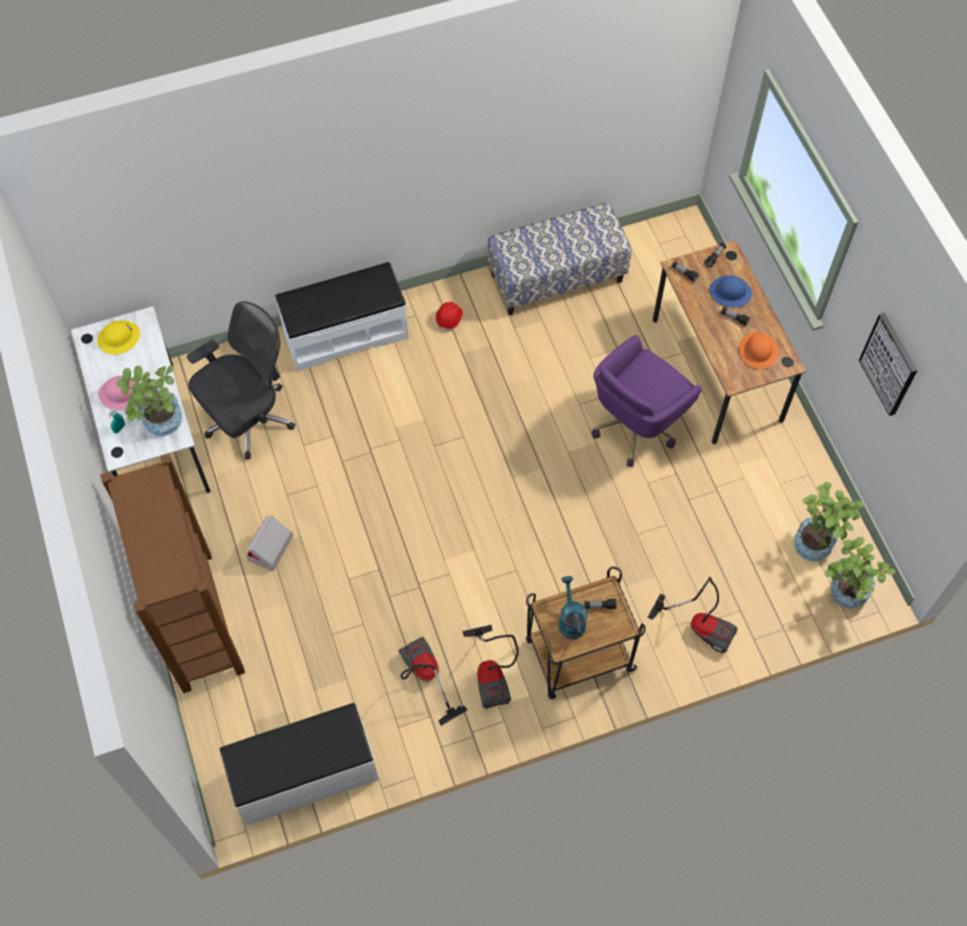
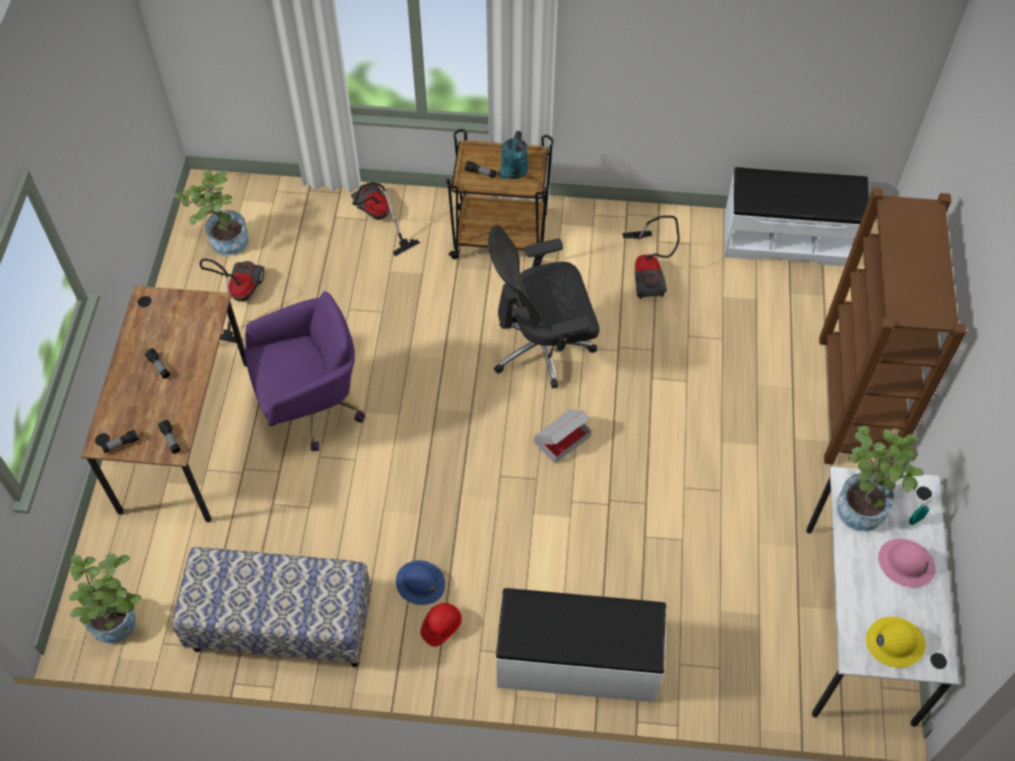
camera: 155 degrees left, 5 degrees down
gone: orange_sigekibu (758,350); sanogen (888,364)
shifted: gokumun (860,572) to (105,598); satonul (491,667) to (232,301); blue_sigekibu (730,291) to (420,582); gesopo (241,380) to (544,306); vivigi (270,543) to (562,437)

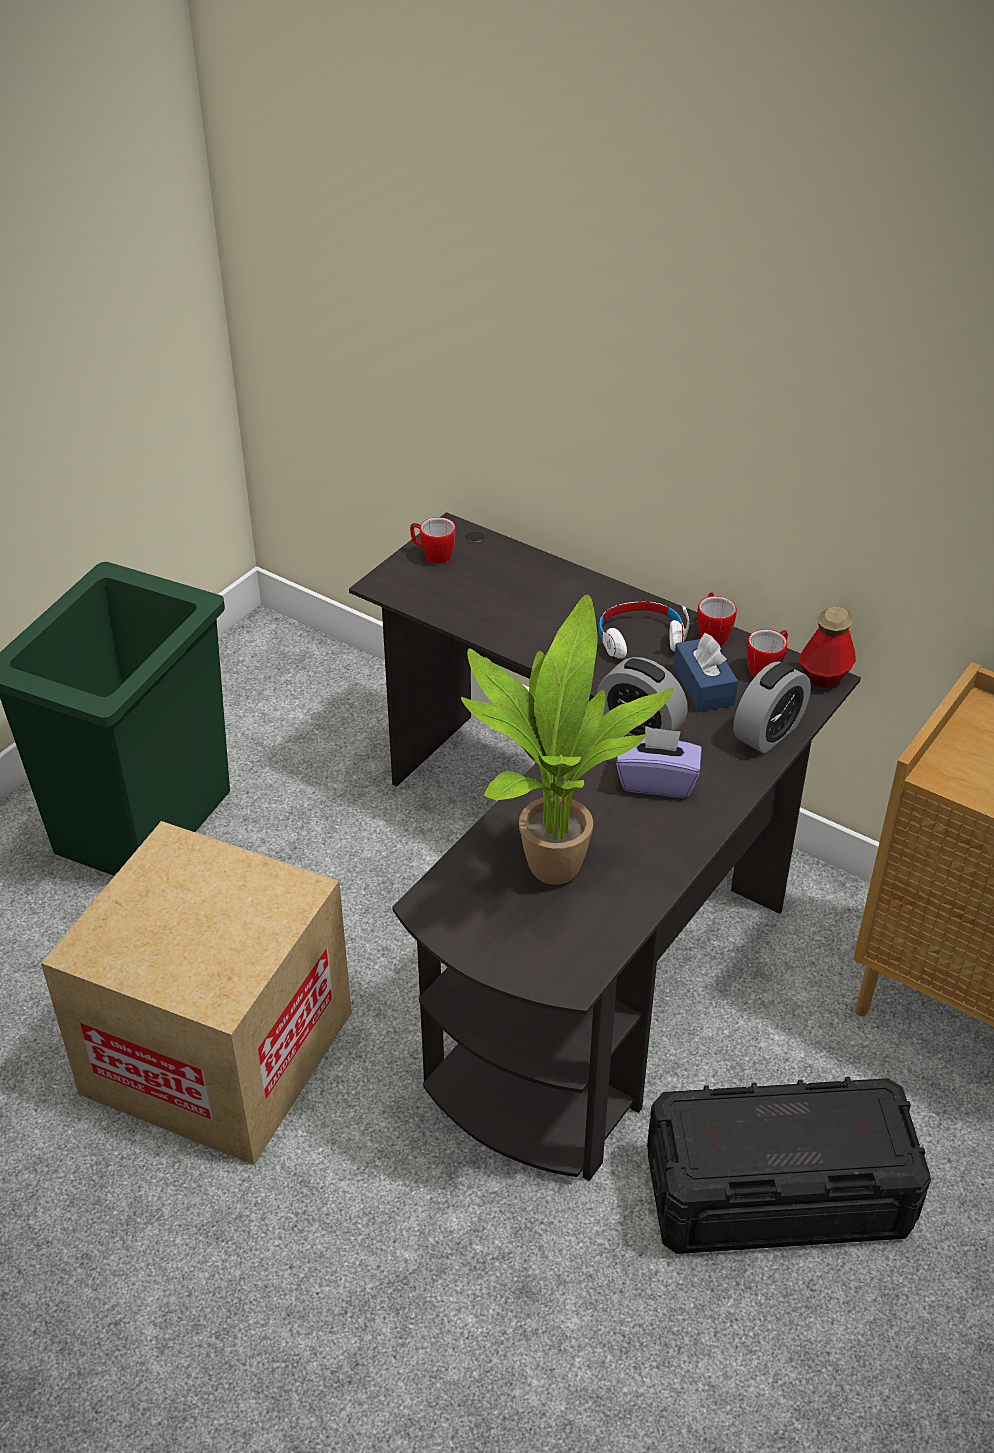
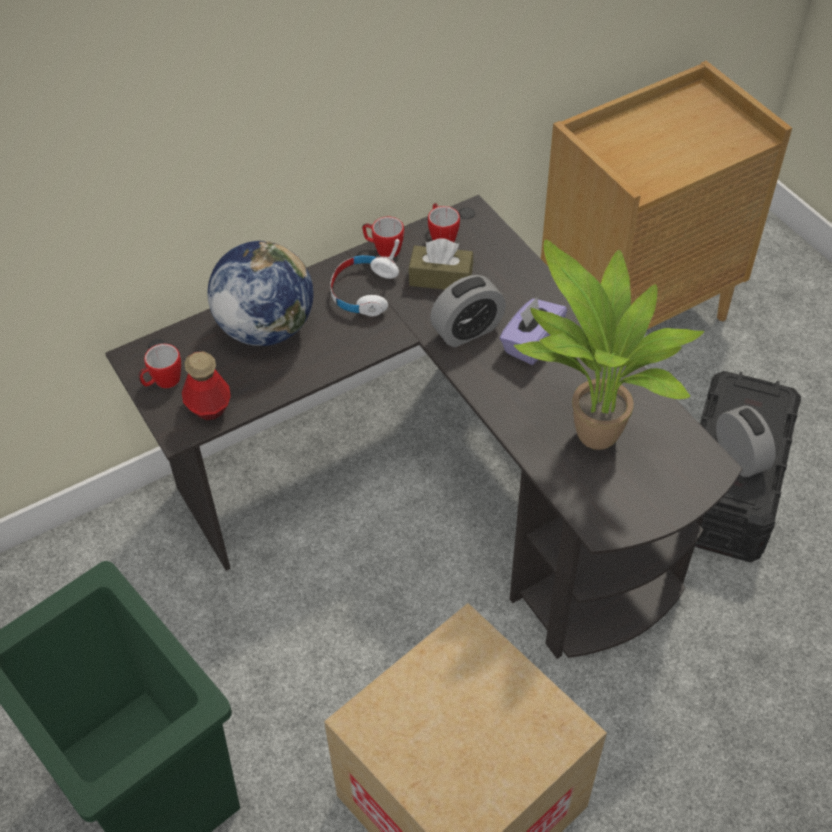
camera: 65 degrees left, 10 degrees up
new: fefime (260,293)
shifted: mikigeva (828,647) to (206,385); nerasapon (772,707) to (746,441)
repainted: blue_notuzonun (706,672) to brown_notuzonun (441,263)

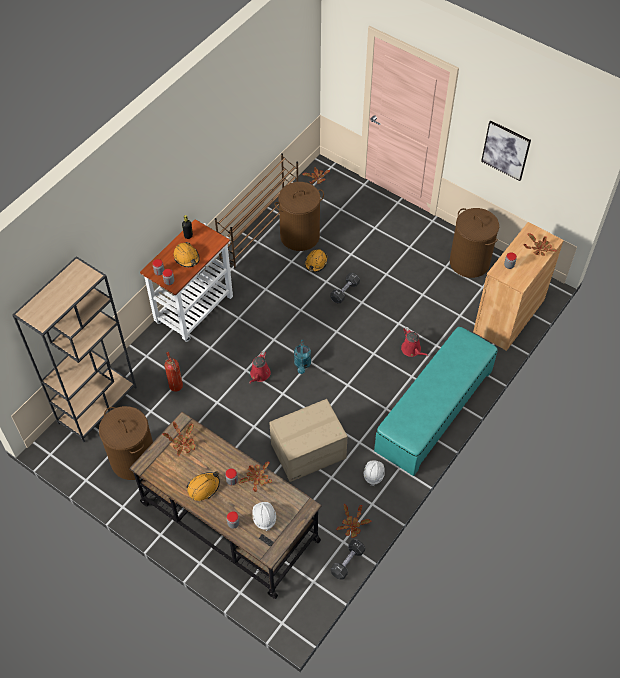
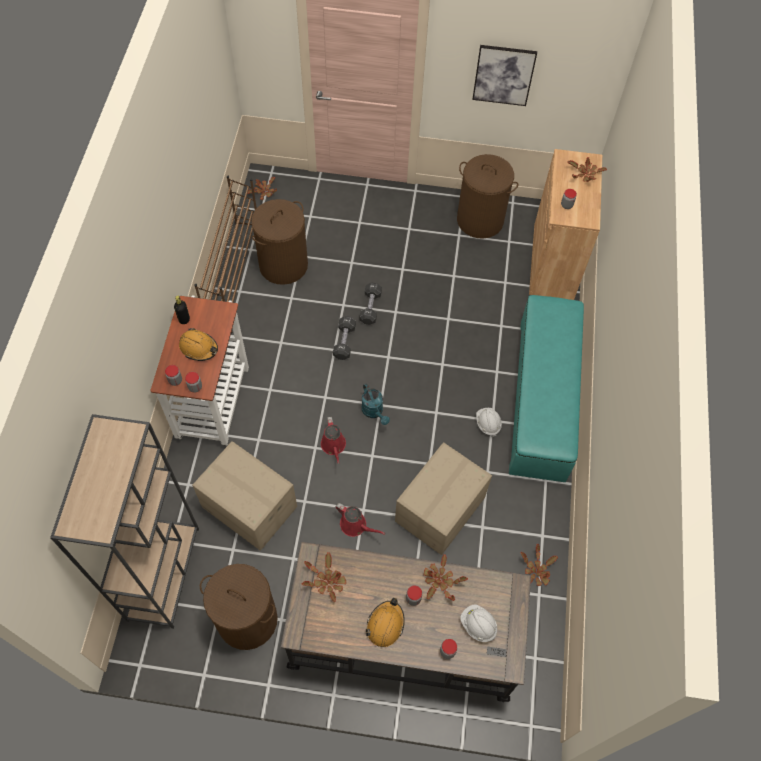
camera: 30 degrees left, 5 degrees up
gone: orange_sigekibu (316,260)
shifted: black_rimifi (348,559) to (344,338); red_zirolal (414,342) to (360,520); white_sigekibu (374,473) to (489,422)
swapped: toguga (174,372) to vivigi (244,496)

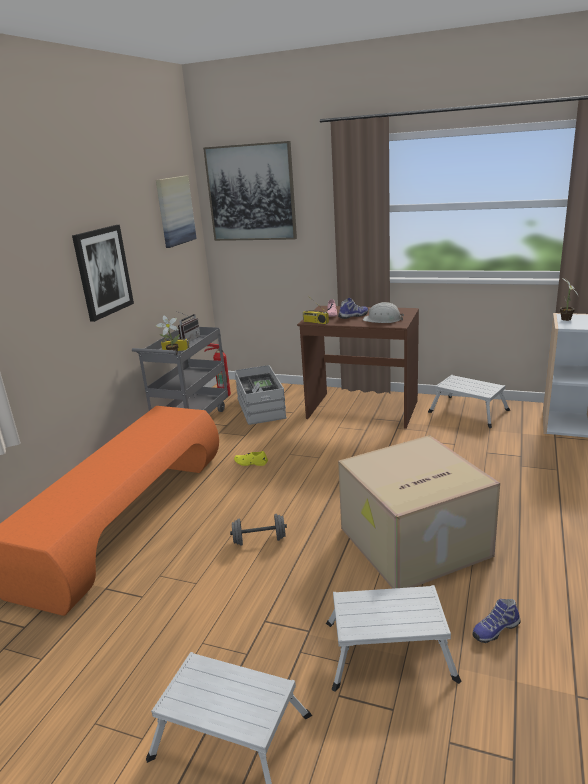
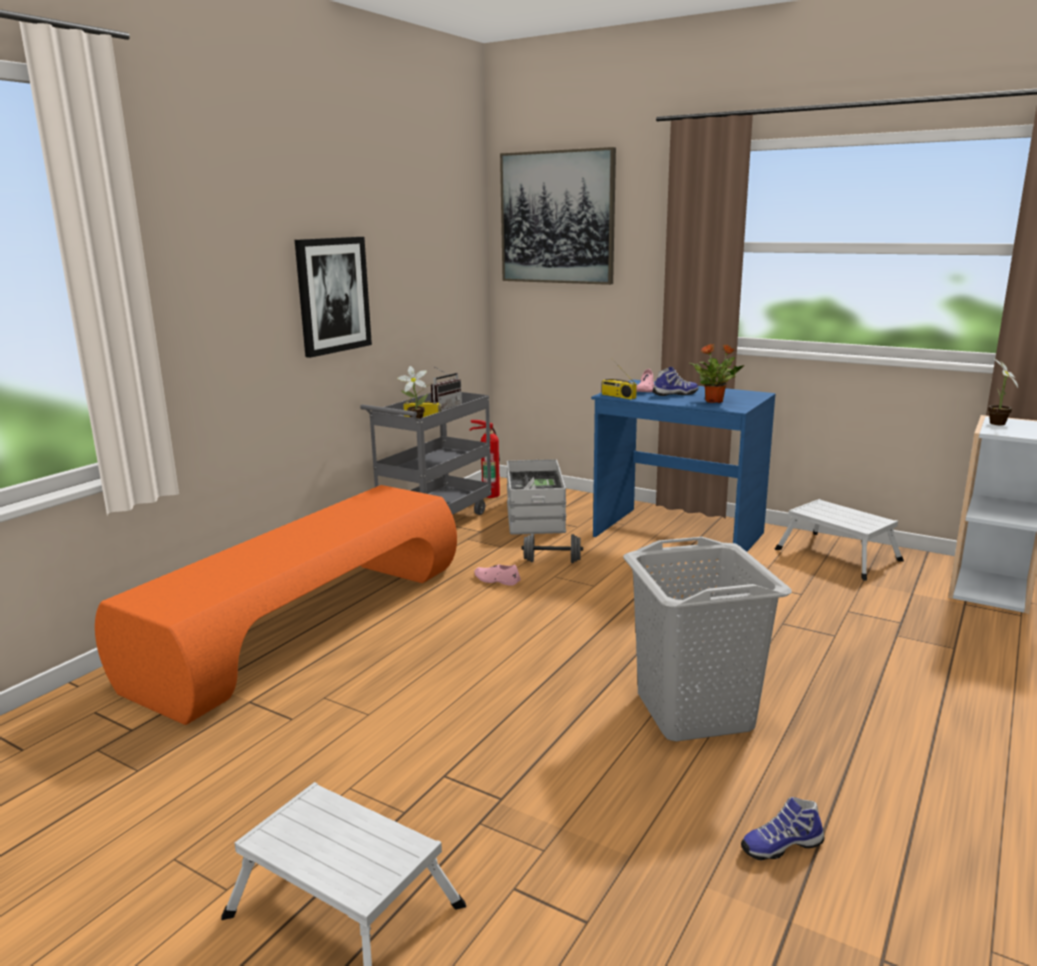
camera: 10 degrees right, 5 degrees down
gone: sanogen (176,212); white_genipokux (393,638)
shifted: grey_rimifi (258,530) to (552,548)
swapped: vivigi (419,512) to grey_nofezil (707,639); white_sigekibu (383,312) to gokumun (717,373)
repainted: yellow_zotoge (251,458) to pink_zotoge (497,575); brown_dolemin (358,367) to blue_dolemin (683,466)

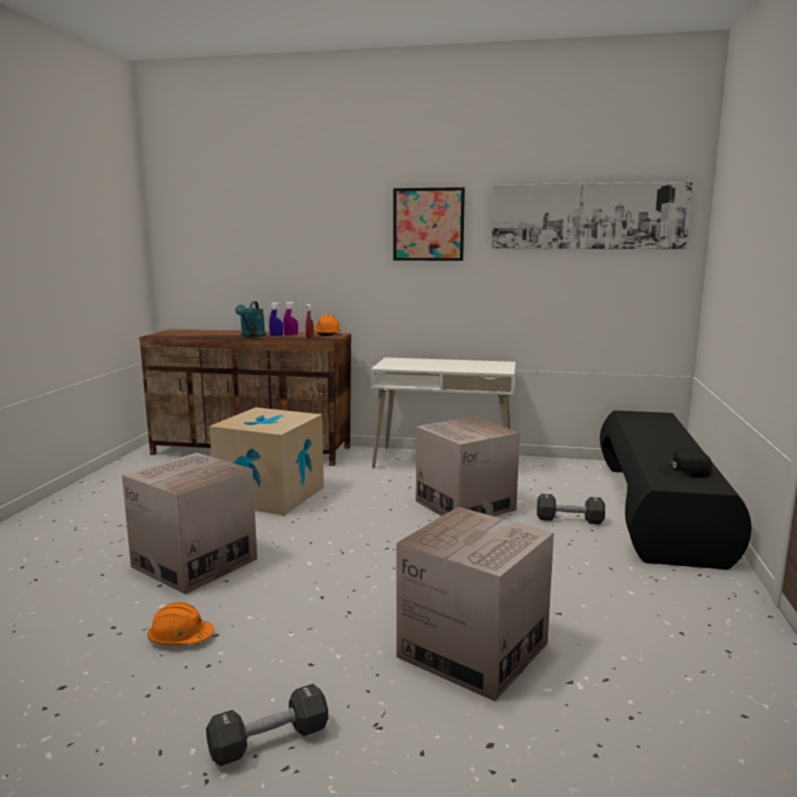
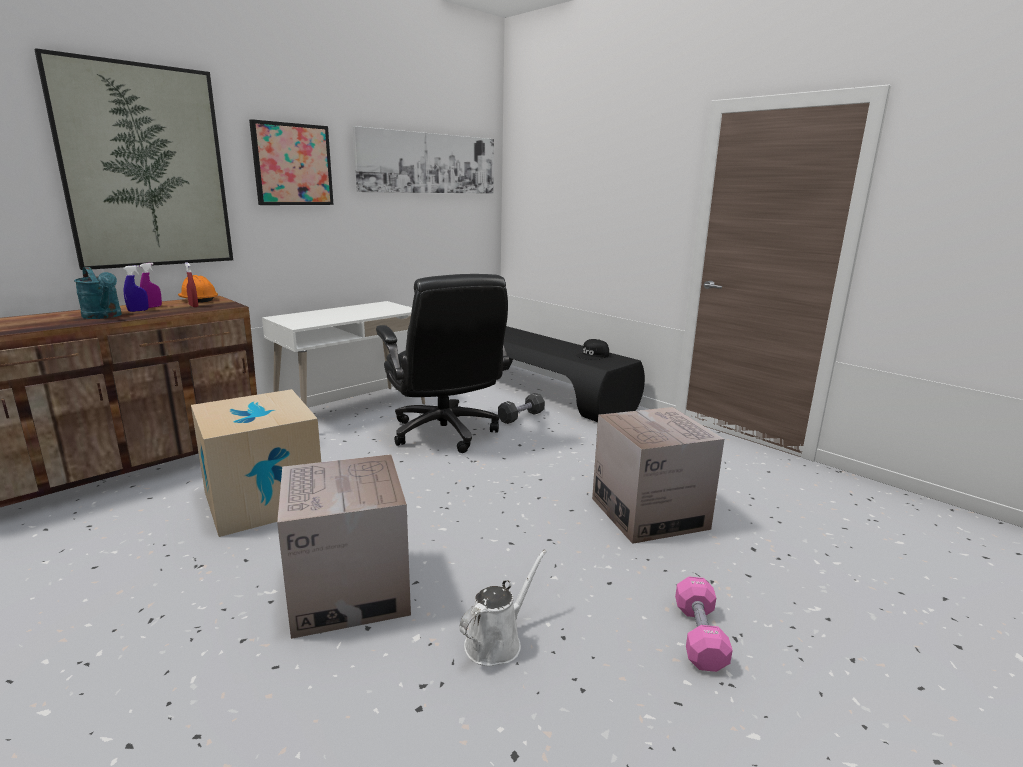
camera: 55 degrees left, 5 degrees up
new: sanogen (133,159)
swapped: vivigi (468,466) to black_gesopo (443,363); orange_sigekibu (181,623) to white_zirolal (503,607)
repainted: black_rimifi (267,725) to pink_rimifi (704,624)

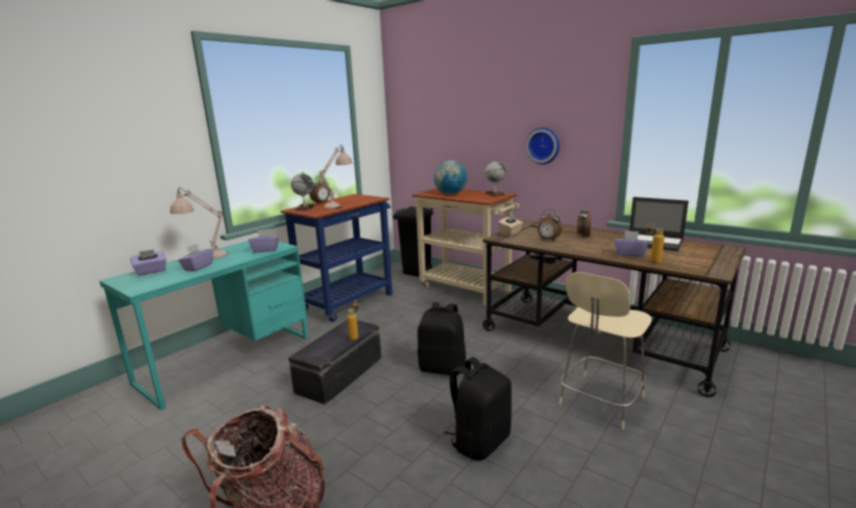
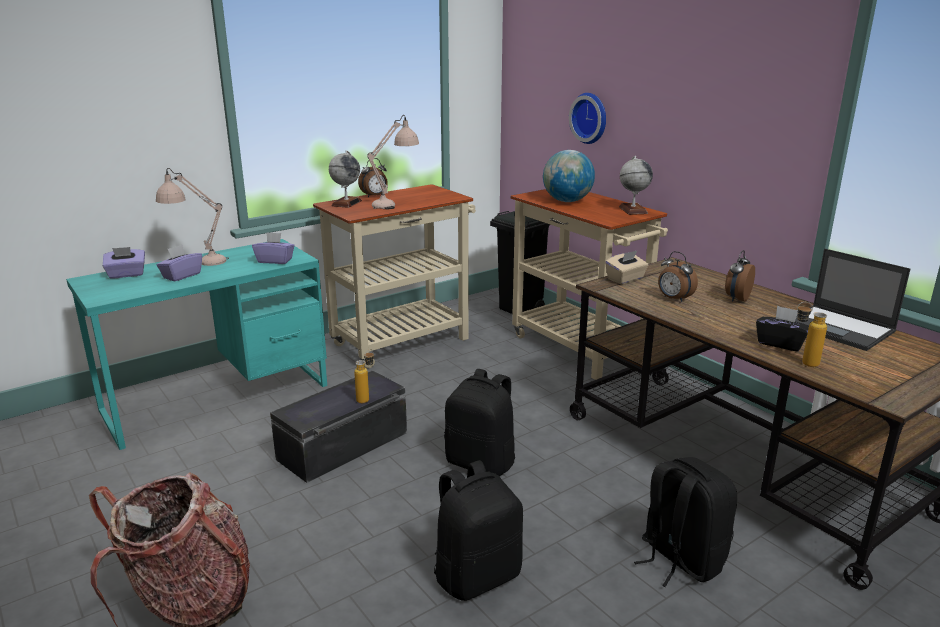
camera: 15 degrees right, 5 degrees up
shifted: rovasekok (543,145) to (587,118)
swapped: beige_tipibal (605,351) to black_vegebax (685,522)
repainted: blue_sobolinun (336,258) to beige_sobolinun (394,276); purple_notuzonun (631,244) to black_notuzonun (782,329)

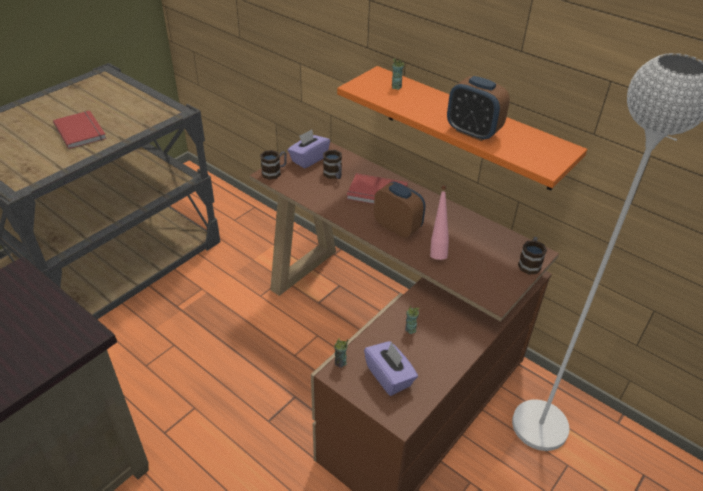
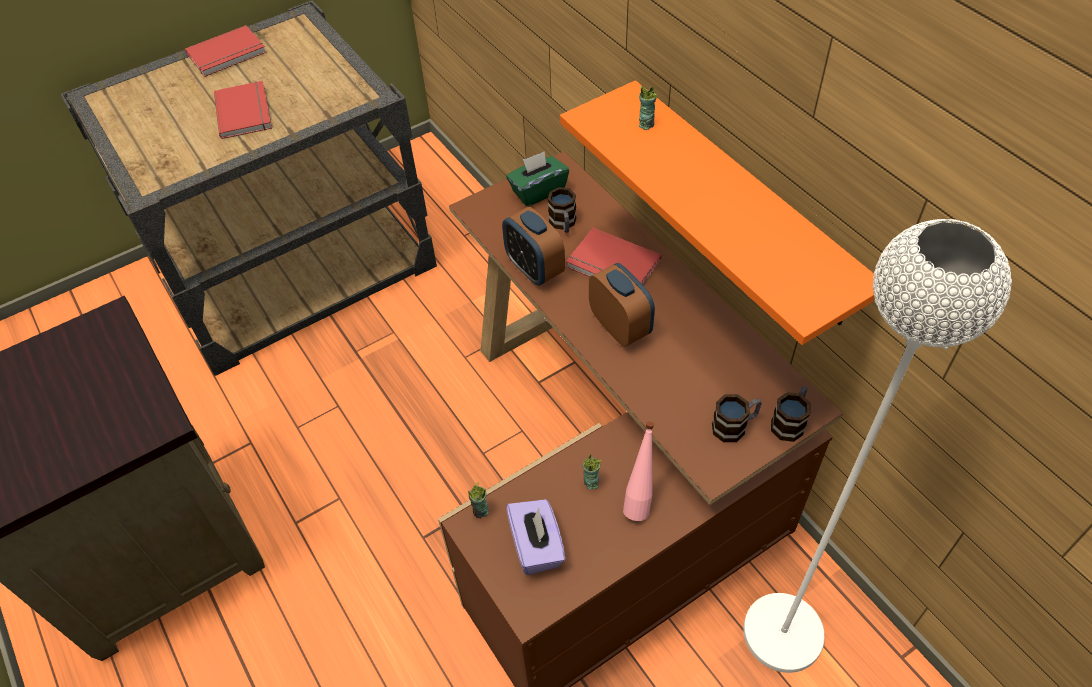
camera: 20 degrees right, 10 degrees up
new: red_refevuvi (225,51)
shifted: nerasapon (478,108) to (533,246); pink_mikigeva (439,223) to (638,471); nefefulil (273,165) to (737,418)
repainted: purple_notuzonun (308,149) to green_notuzonun (537,178)

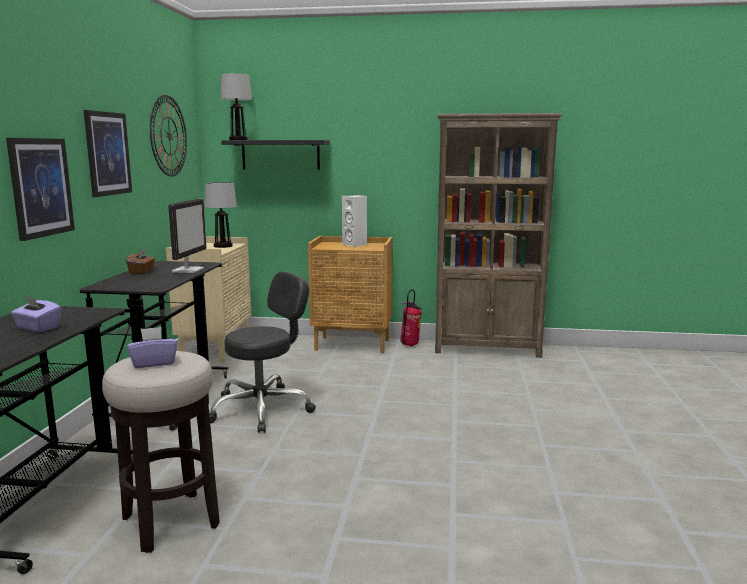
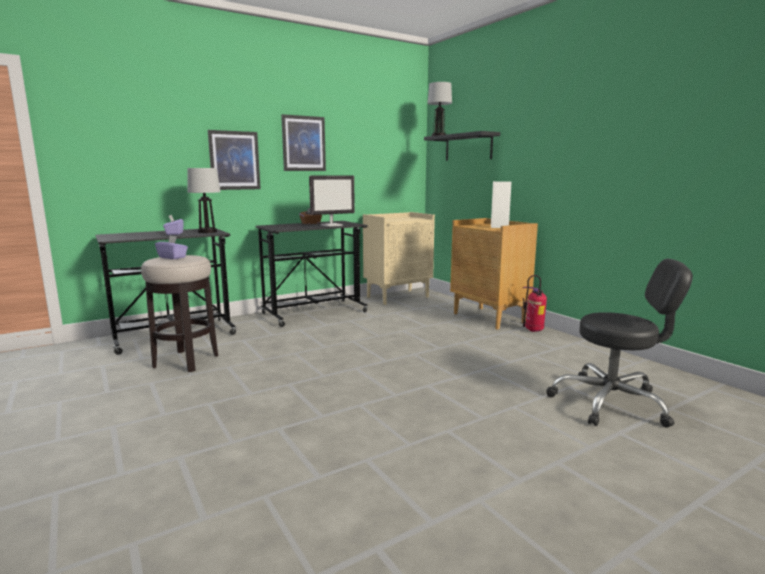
camera: 50 degrees right, 0 degrees up
gone: rovasekok (168,136); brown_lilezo (498,235)
shifted: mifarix (221,215) to (204,200); black_gesopo (262,352) to (619,343)

